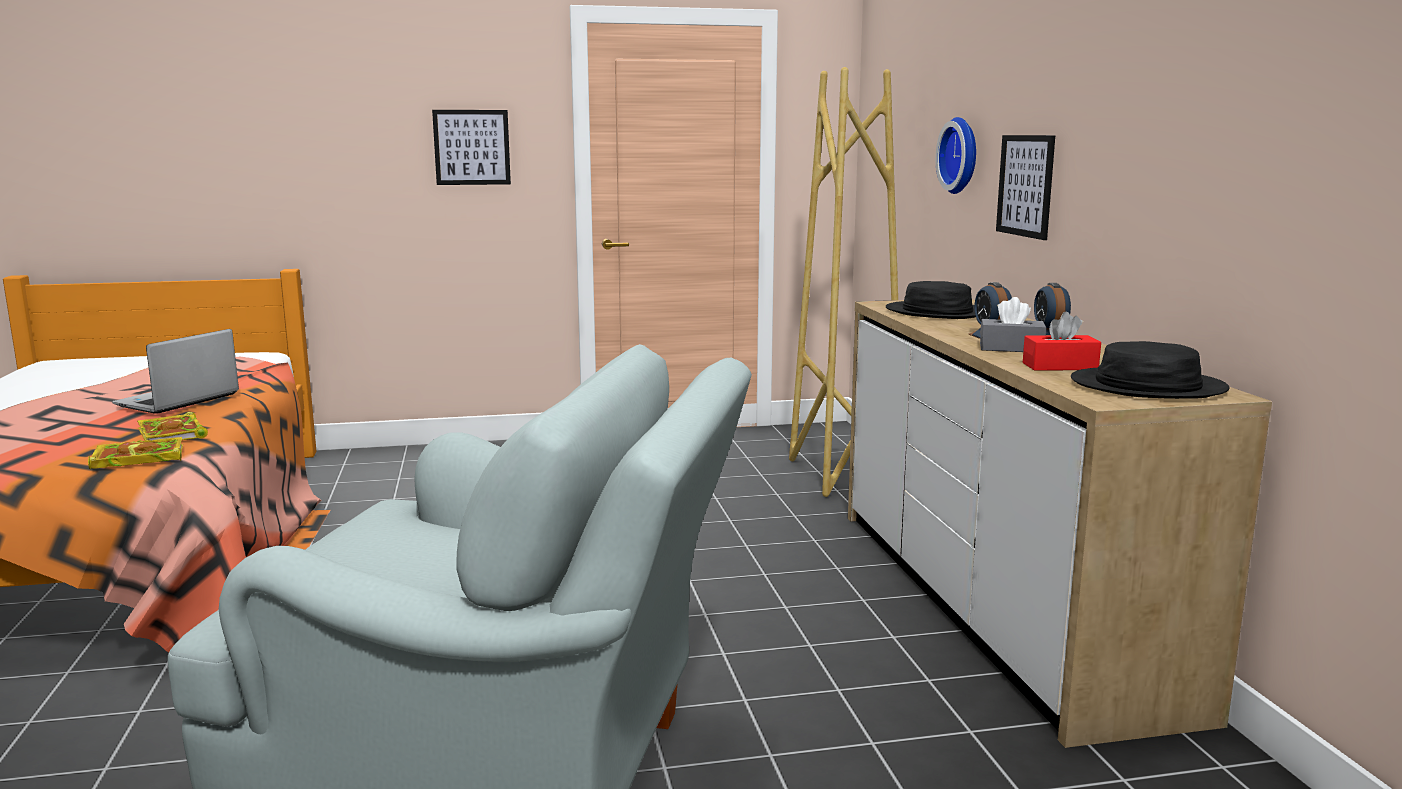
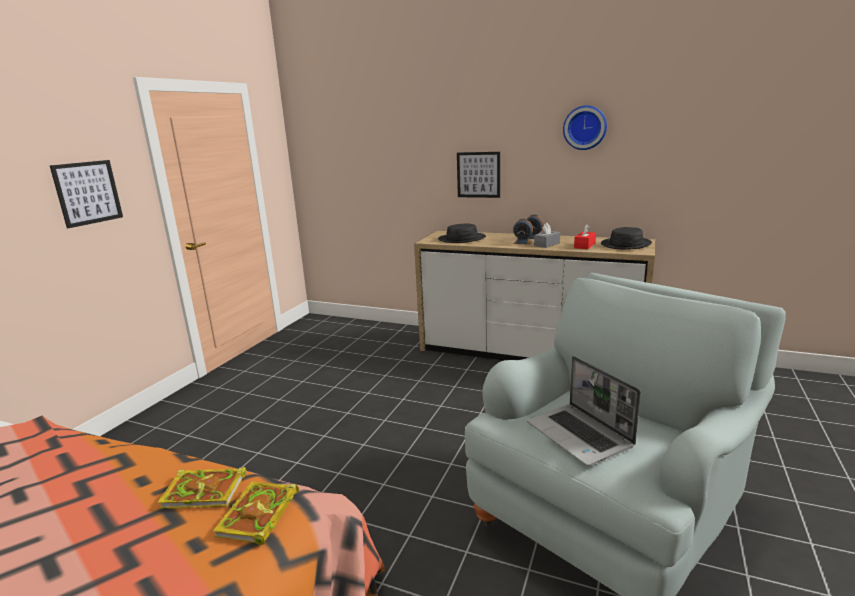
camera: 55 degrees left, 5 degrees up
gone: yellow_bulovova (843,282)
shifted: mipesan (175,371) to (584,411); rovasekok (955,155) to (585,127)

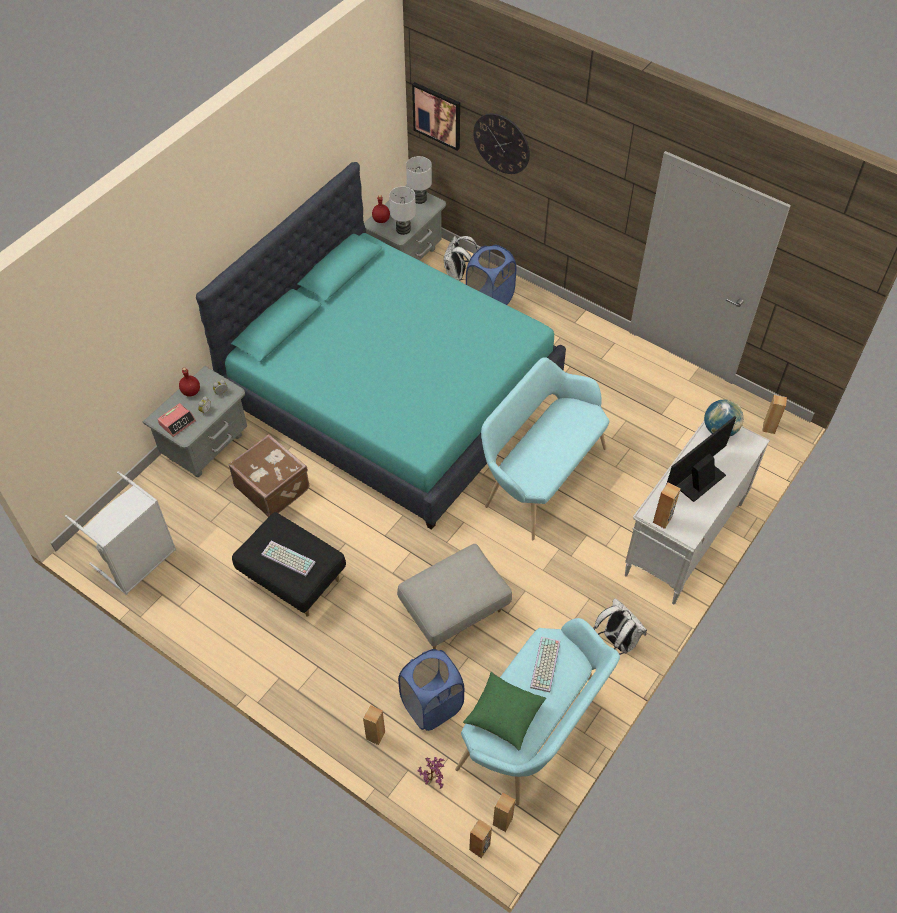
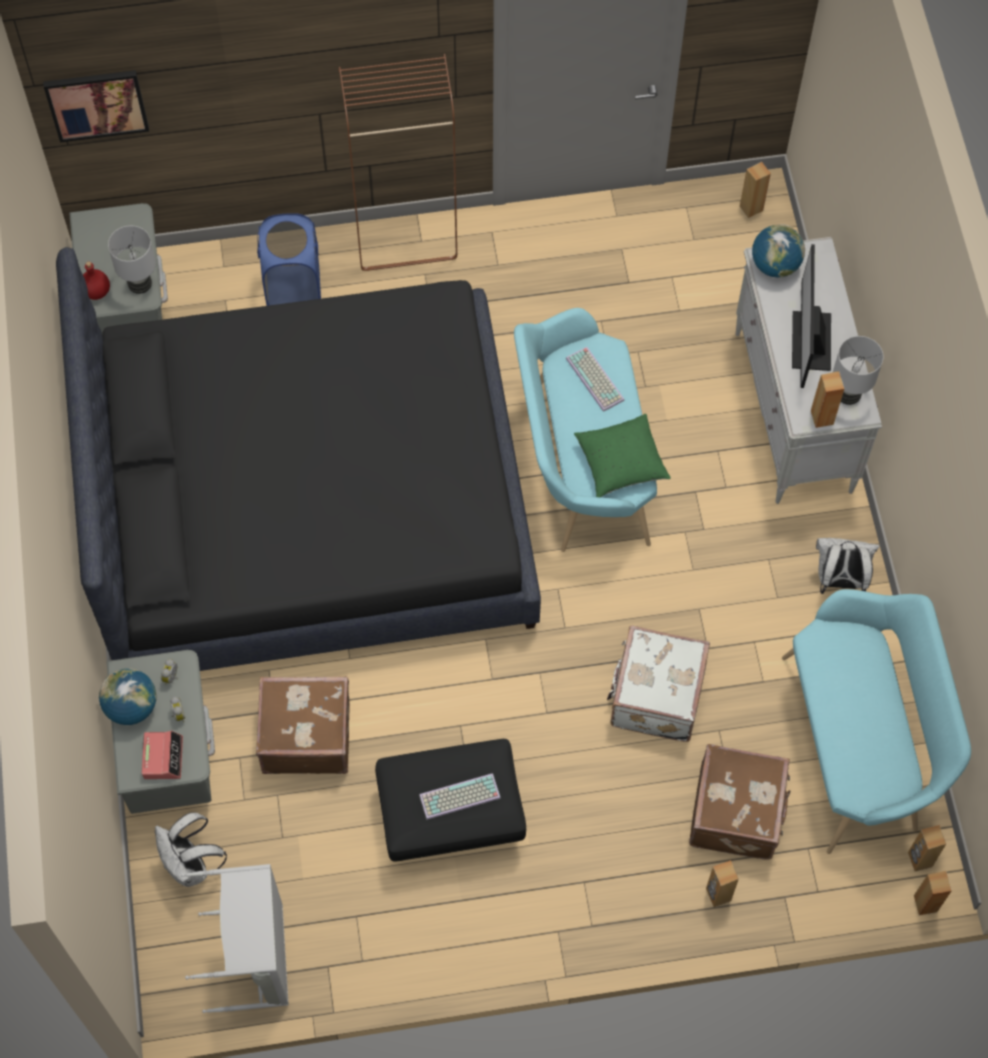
camera: 45 degrees left, 10 degrees up
gone: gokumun (431,773); rovasekok (501,143)
new: brown_bulovova (398,162)
shifted: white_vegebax (461,258) to (191,849); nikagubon (545,665) to (595,379); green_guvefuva (504,711) to (622,455); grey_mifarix (419,180) to (858,370)
swapped: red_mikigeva (189,382) to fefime (128,696); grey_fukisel (454,596) to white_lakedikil (658,683); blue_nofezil (431,690) to brown_lakedikil (739,802)
repainted: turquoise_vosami (381,346) to black_vosami (298,459)

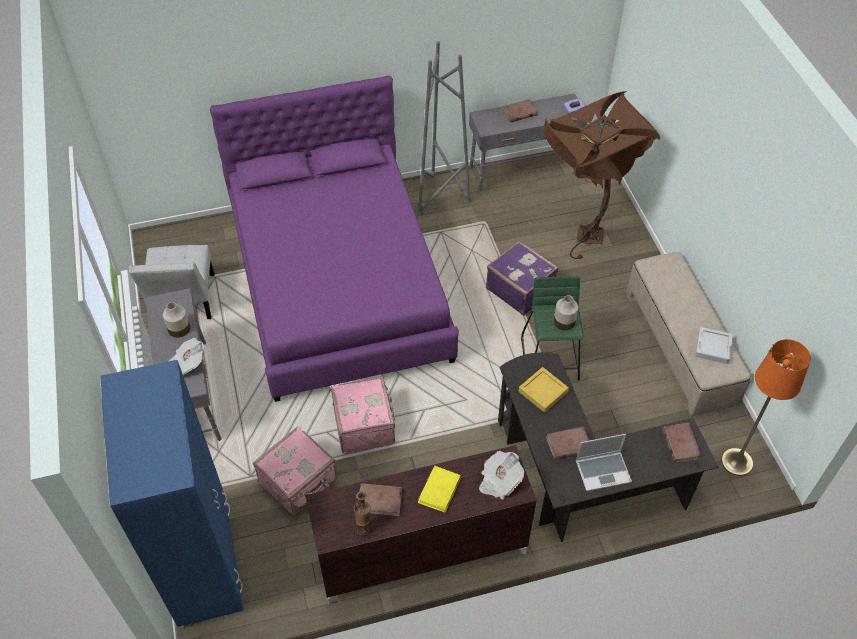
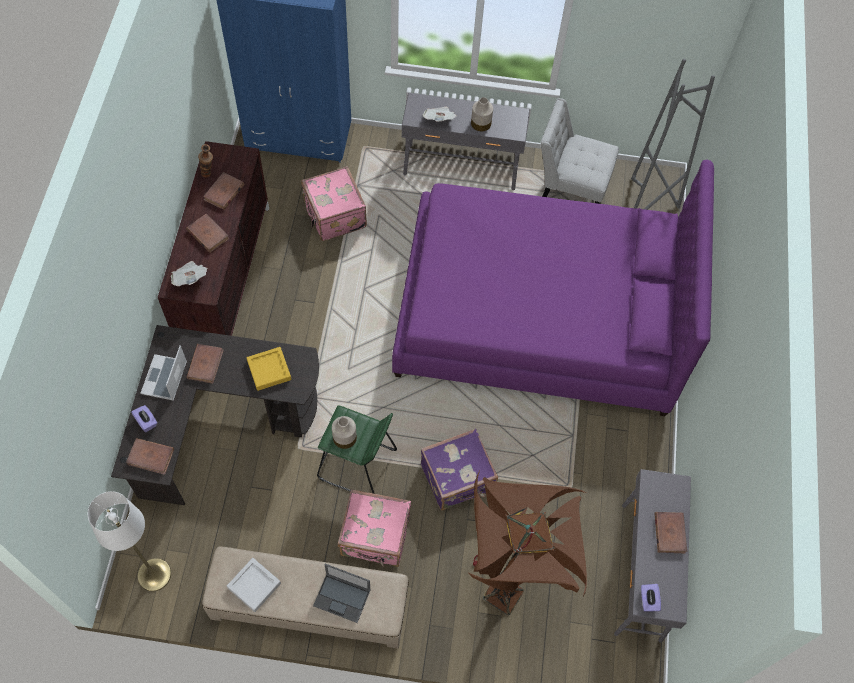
camera: 110 degrees right, 10 degrees up
new: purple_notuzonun (144,418); mipesan (341,593)
shifted: pink_lakedikil (363,415) to (374,528); grey_bulovova (444,126) to (673,134)
repainted: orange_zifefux (766,407) to white_zifefux (129,541); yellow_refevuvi (439,489) to brown_refevuvi (207,233)

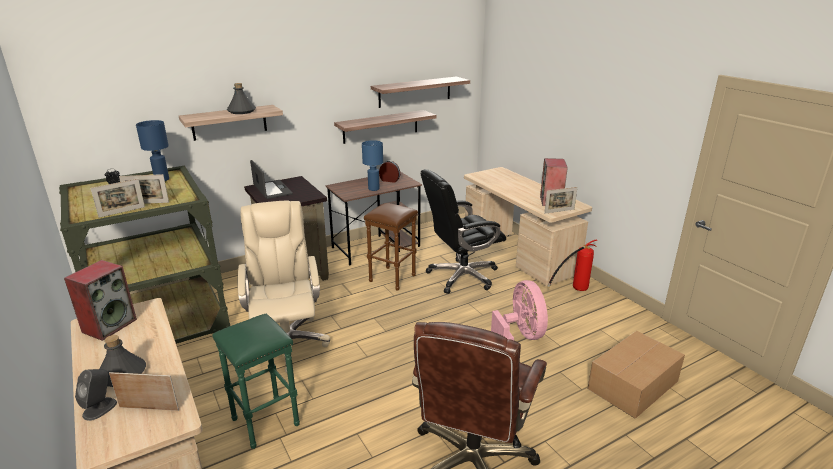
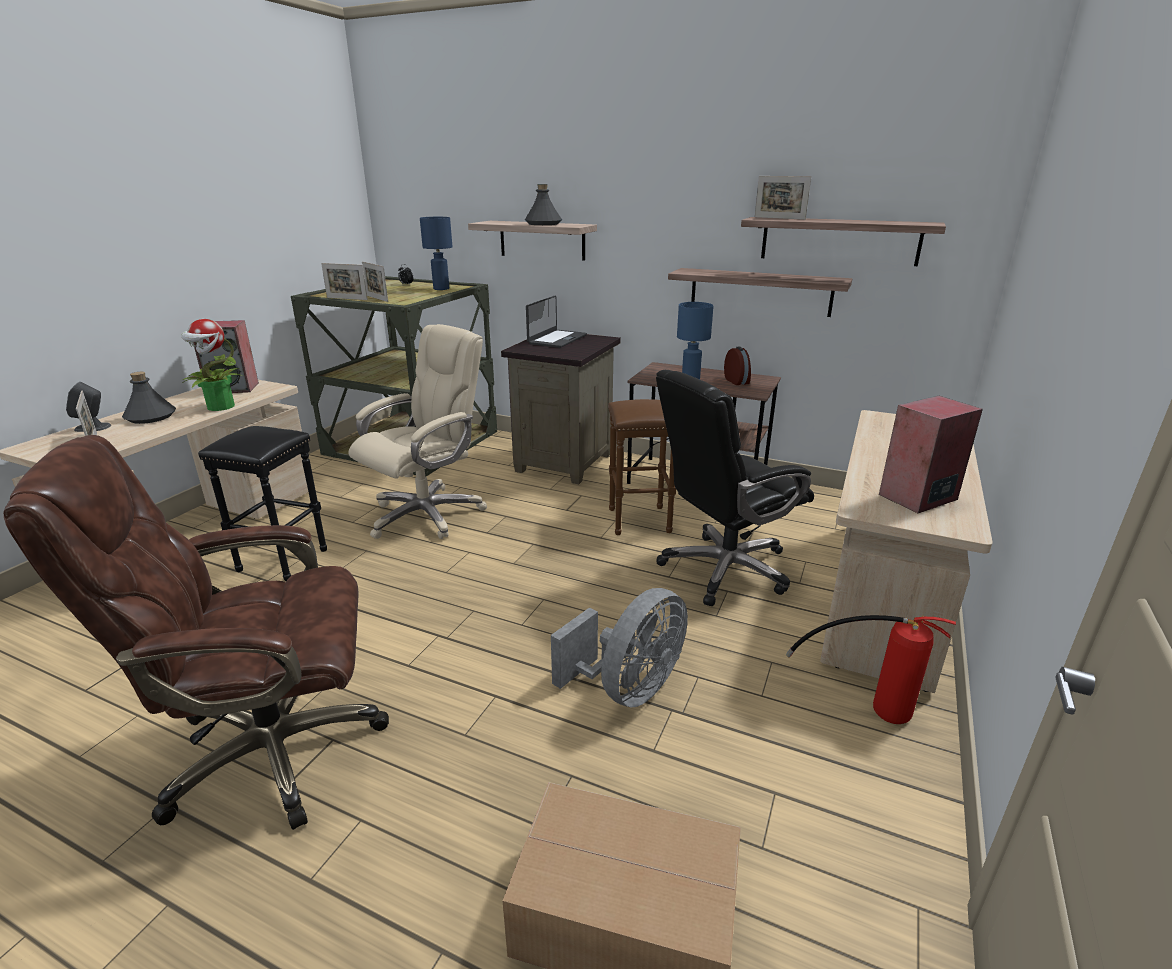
camera: 55 degrees right, 0 degrees up
new: gokumun (212,365)
shifted: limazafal (560,200) to (783,198)
repainted: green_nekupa (256,381) to black_nekupa (262,503); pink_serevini (519,310) to grey_serevini (619,647)
rotated: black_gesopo (463,231) = (735,488) 60 degrees counterclockwise

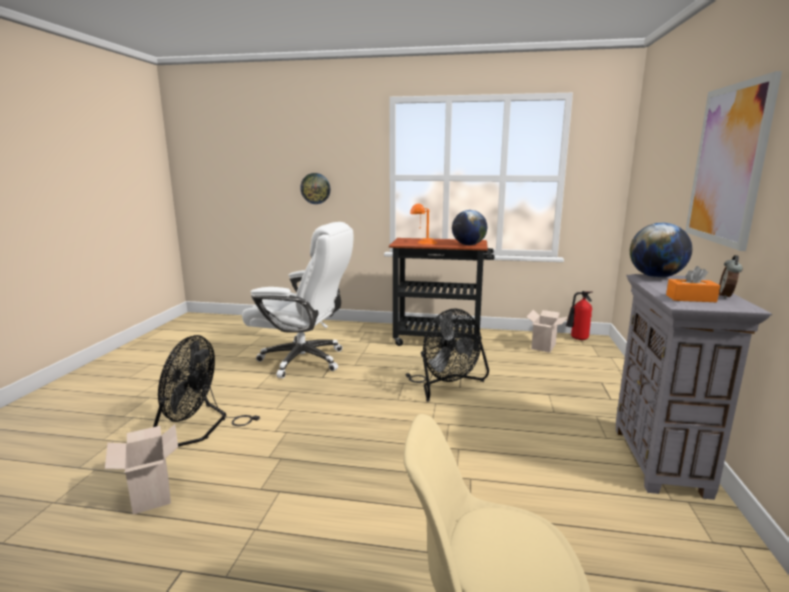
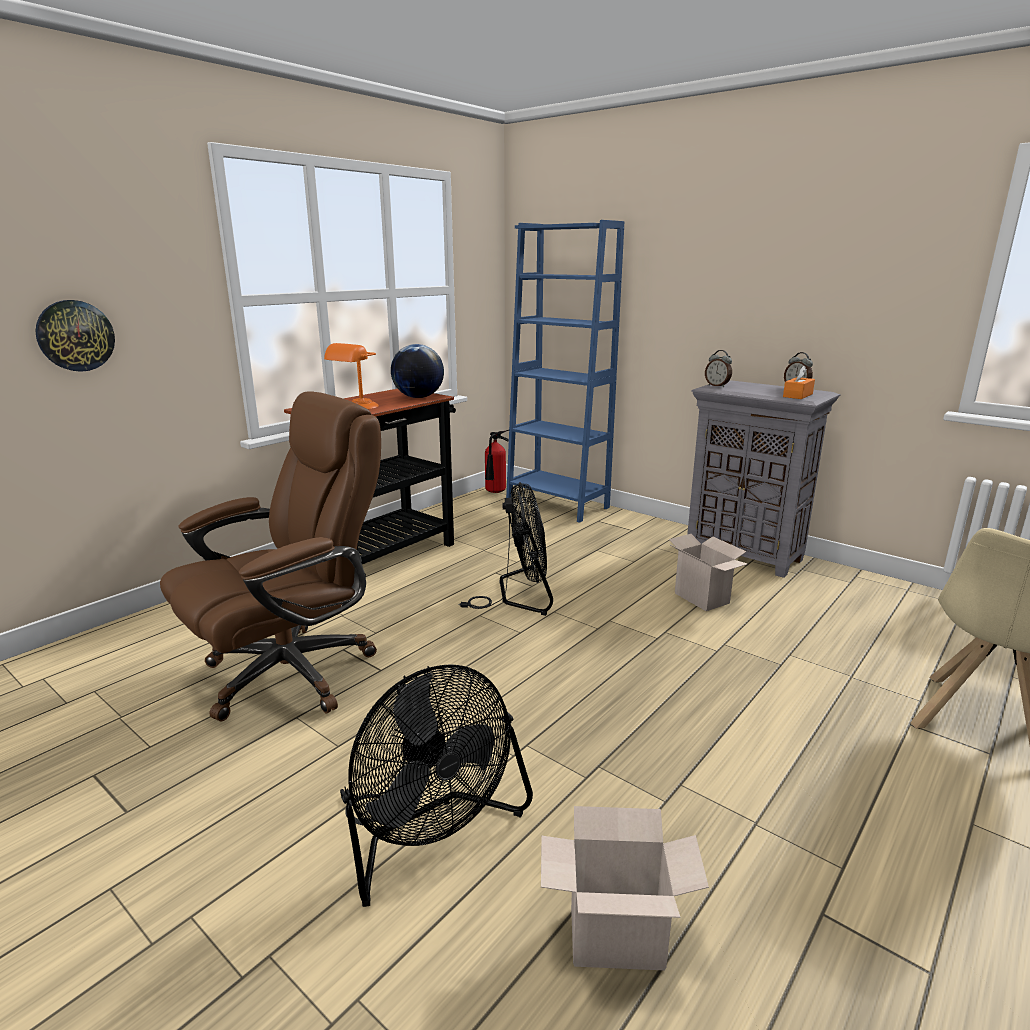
camera: 60 degrees left, 5 degrees up
gone: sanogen (733,161)
new: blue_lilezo (565,371)
shifted: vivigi (546,331) to (708,572)
swapped: fefime (661,250) to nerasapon (718,368)
repainted: white_gesopo (297,300) to brown_gesopo (270,556)
rotated: black_serevini (206,391) = (436,786) 75 degrees counterclockwise

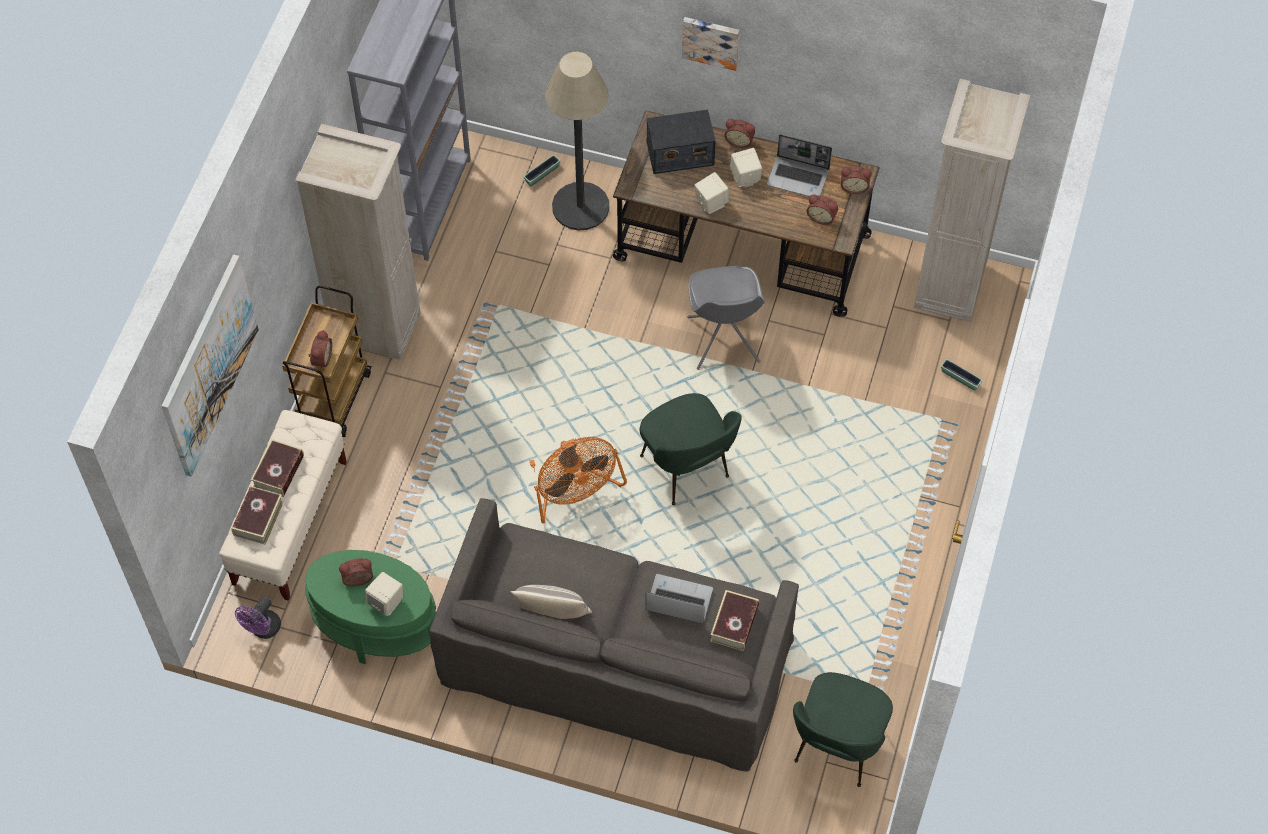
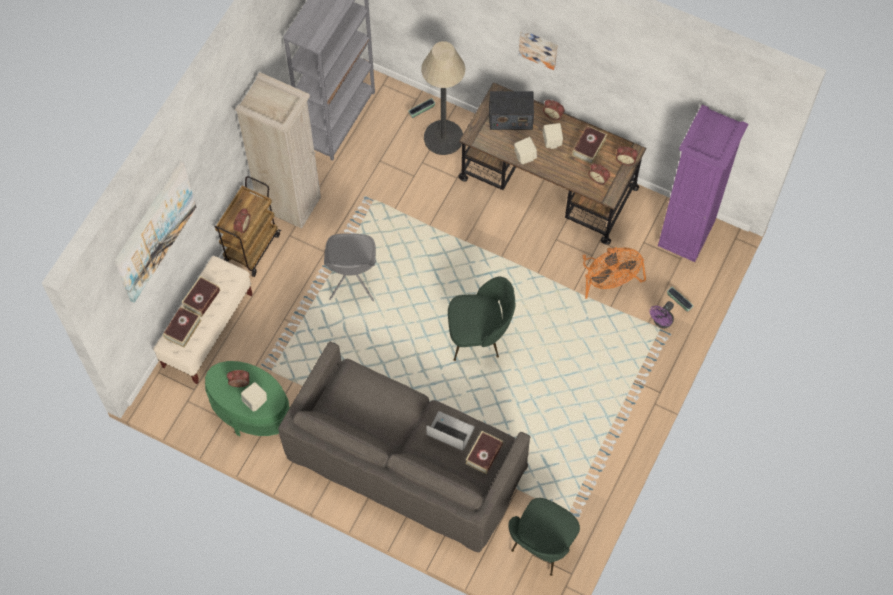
camera: 10 degrees right, 5 degrees up
gone: guvefuva (551,602)
shifted: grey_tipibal (726,318) to (350,267); orange_serevini (578,480) to (614,273); purple_serevini (258,617) to (662,314)
swapped: mipesan (799,165) to refevuvi (589,144)
repainted: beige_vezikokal (972,200) to purple_vezikokal (703,183)
rotated: green_tipibal (691,449) = (481,318) 75 degrees counterclockwise

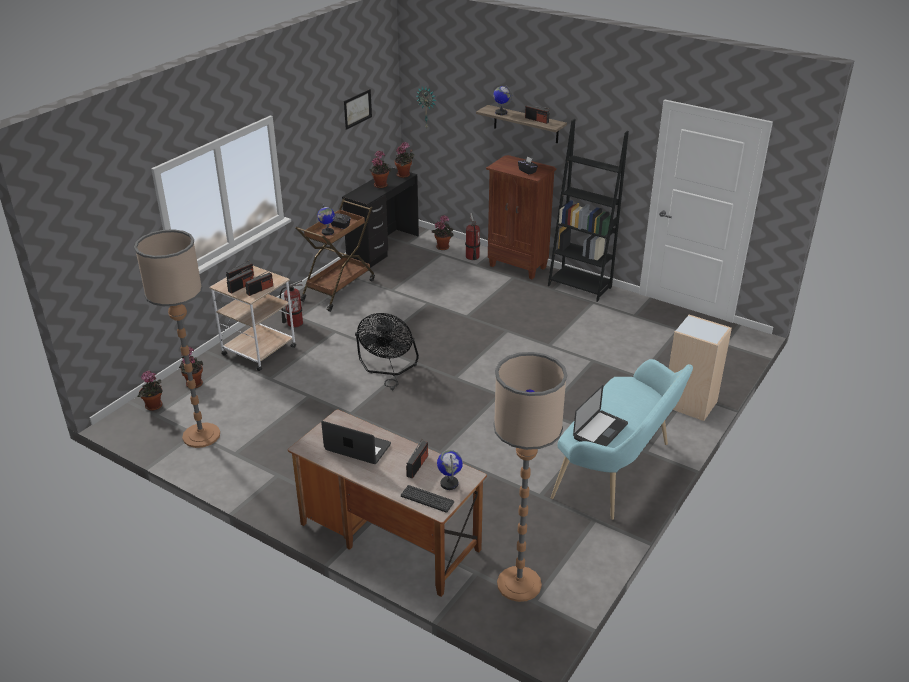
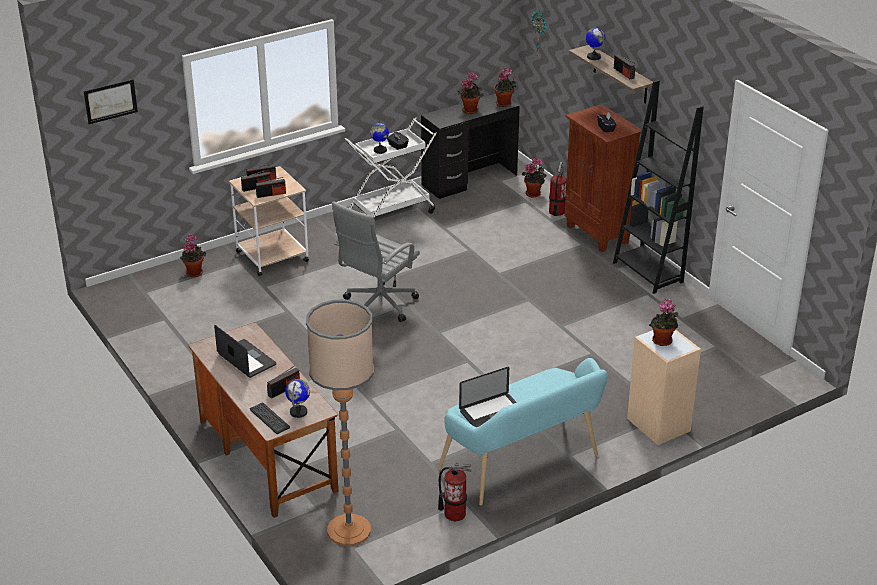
camera: 25 degrees right, 0 degrees up
gone: zifefux (177,338)
shifted: sanogen (358,109) to (111,101); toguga (291,304) to (455,492); gokumun (150,391) to (663,322)
swapped: black_serevini (387,351) to grey_gesopo (376,261)
repainted: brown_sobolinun (335,255) to white_sobolinun (390,168)

